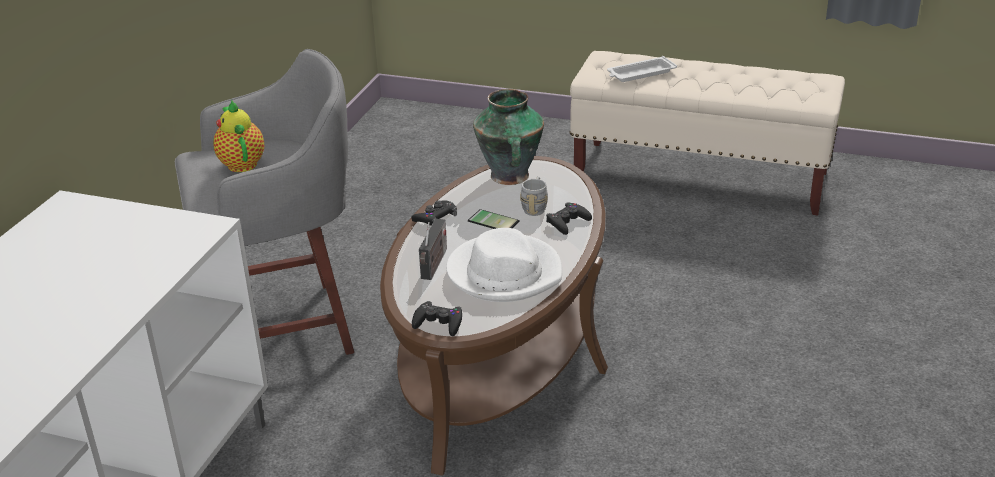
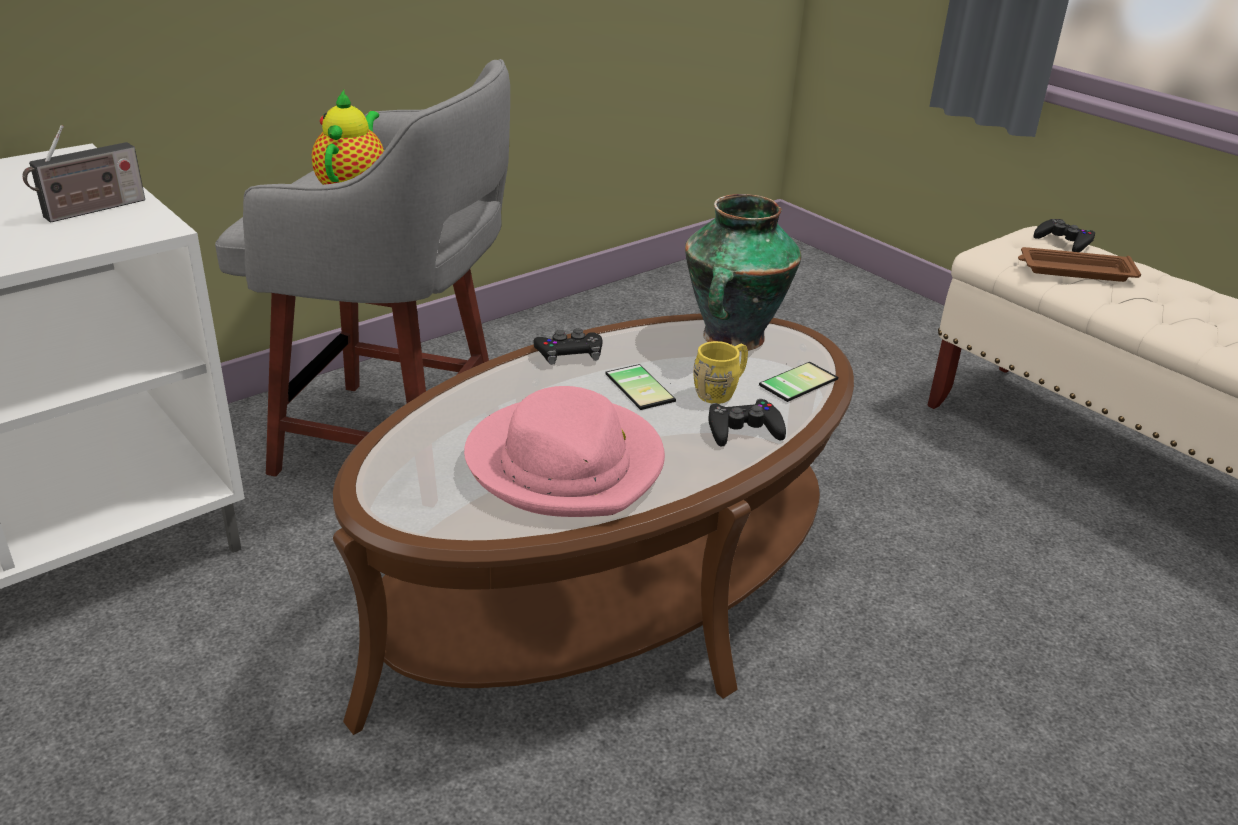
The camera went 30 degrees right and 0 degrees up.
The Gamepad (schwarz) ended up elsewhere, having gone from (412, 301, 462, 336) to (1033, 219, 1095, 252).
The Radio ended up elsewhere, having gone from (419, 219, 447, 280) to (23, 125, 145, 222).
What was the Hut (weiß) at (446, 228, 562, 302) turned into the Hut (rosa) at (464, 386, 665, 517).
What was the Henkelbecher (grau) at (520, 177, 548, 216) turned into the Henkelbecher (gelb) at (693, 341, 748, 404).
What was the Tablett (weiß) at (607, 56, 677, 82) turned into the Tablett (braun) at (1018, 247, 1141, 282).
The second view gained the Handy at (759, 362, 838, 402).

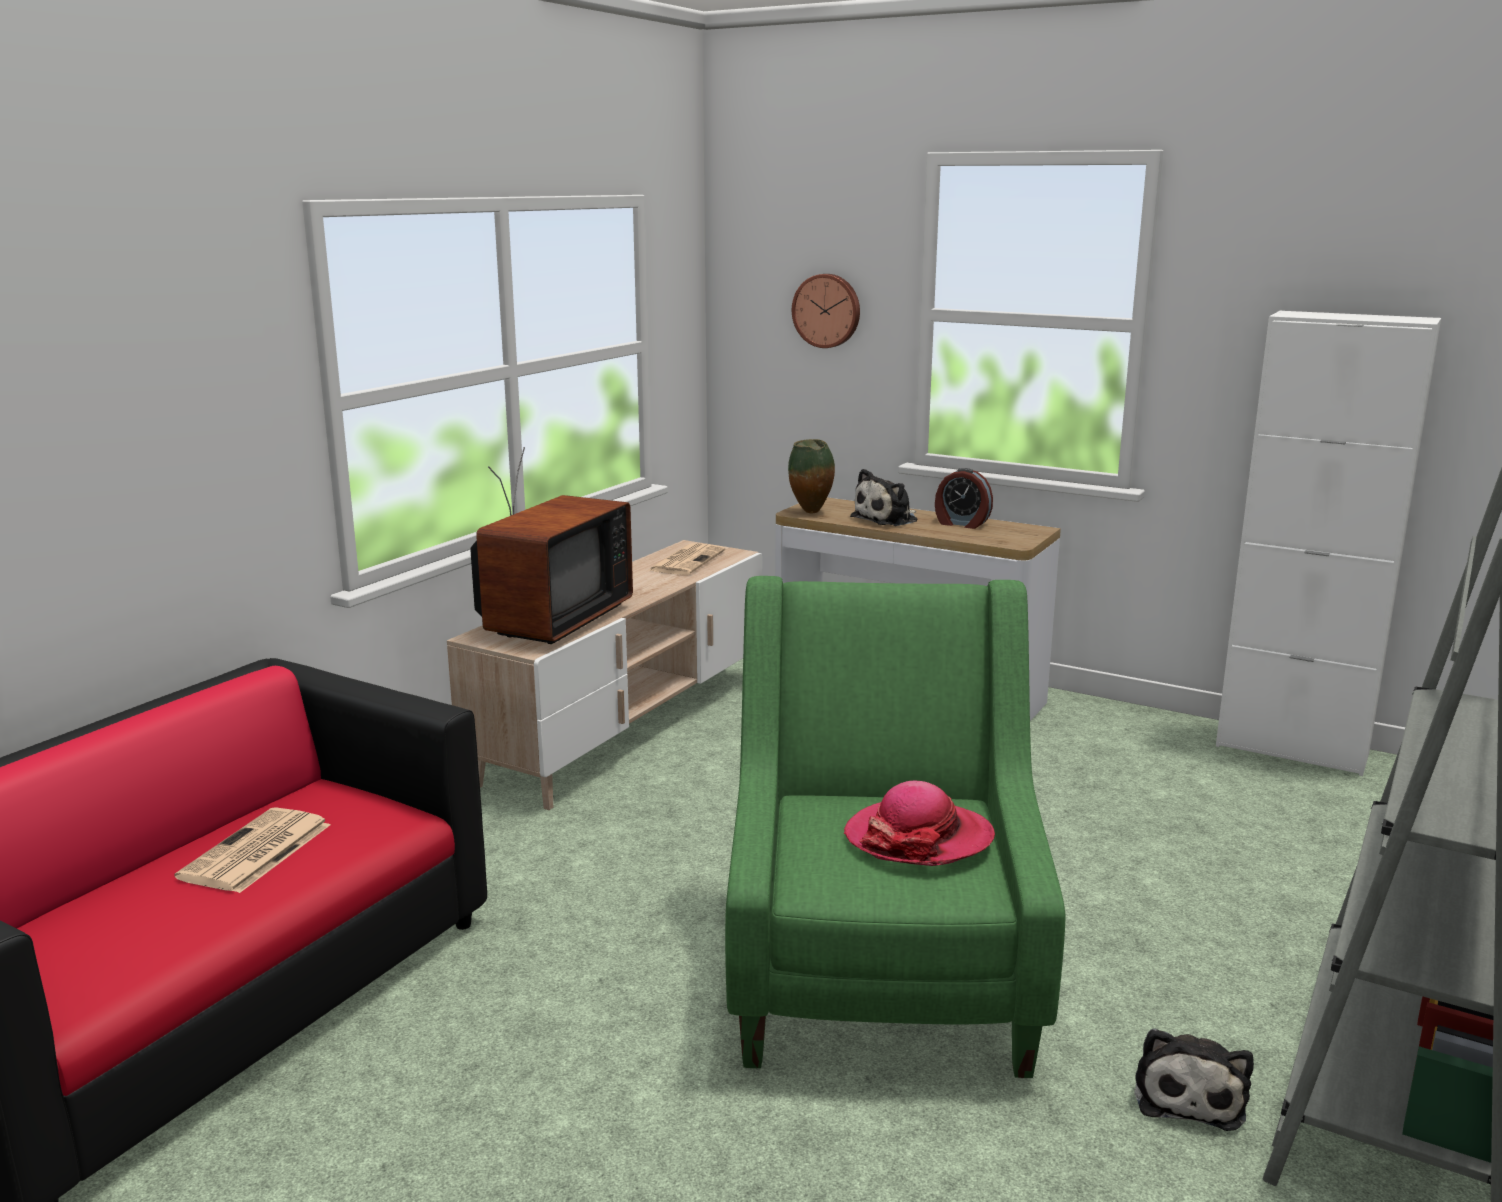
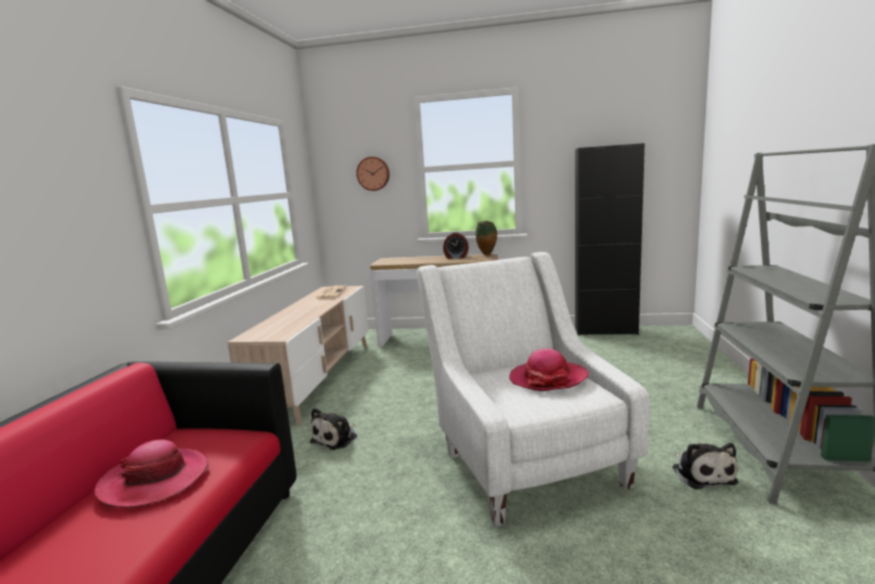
The camera went 20 degrees left and 5 degrees down.
Where the Zeitung stood at (174, 807, 330, 893), the Hut came to stand at (94, 439, 209, 508).
The second view lost the Fernseher at (470, 447, 633, 644).
What was the Sessel (grün) at (725, 576, 1065, 1078) turned into the Sessel (weiß) at (416, 252, 649, 527).
The Vase ended up elsewhere, having gone from (788, 439, 835, 514) to (476, 221, 497, 255).
The Plüschtier ended up elsewhere, having gone from (850, 469, 917, 526) to (310, 408, 357, 450).
What was the Schrank (weiß) at (1216, 311, 1441, 776) turned into the Schrank (schwarz) at (575, 143, 645, 335).

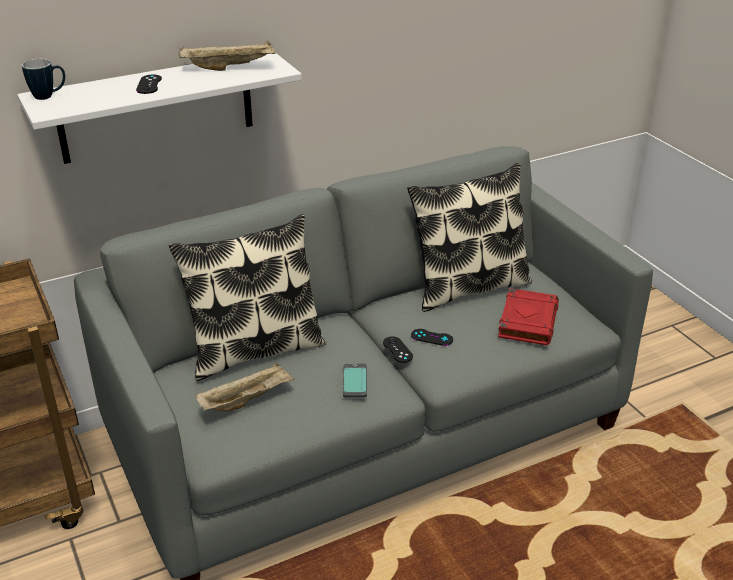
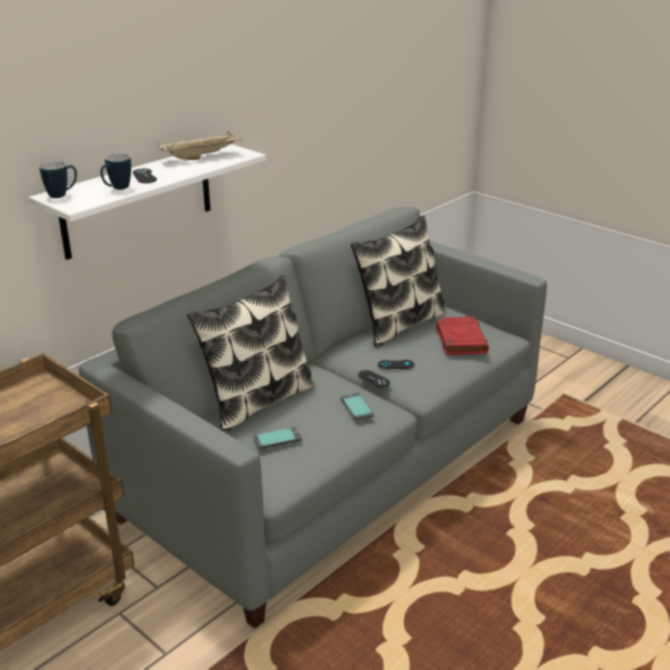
The camera went 20 degrees left and 5 degrees down.
Where the Tablett (beige) stood at (195, 363, 294, 411), the Handy came to stand at (253, 427, 302, 449).
The second view gained the Henkelbecher at (101, 153, 131, 190).

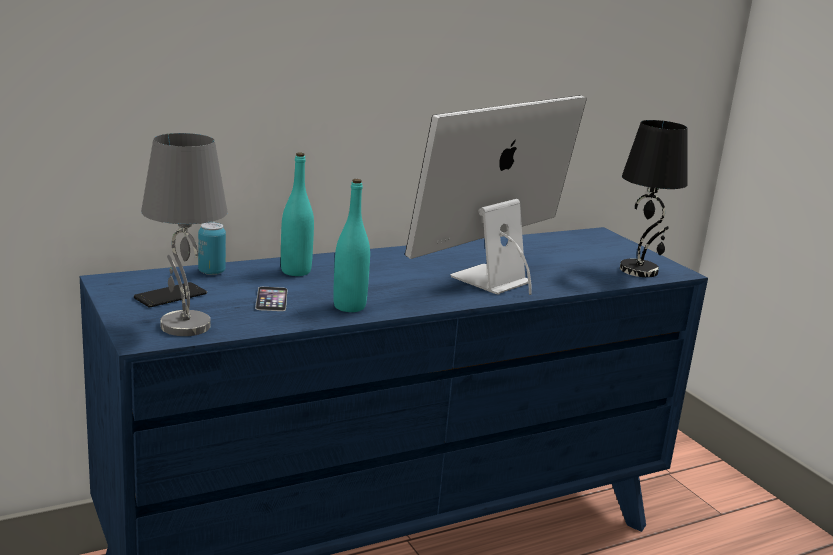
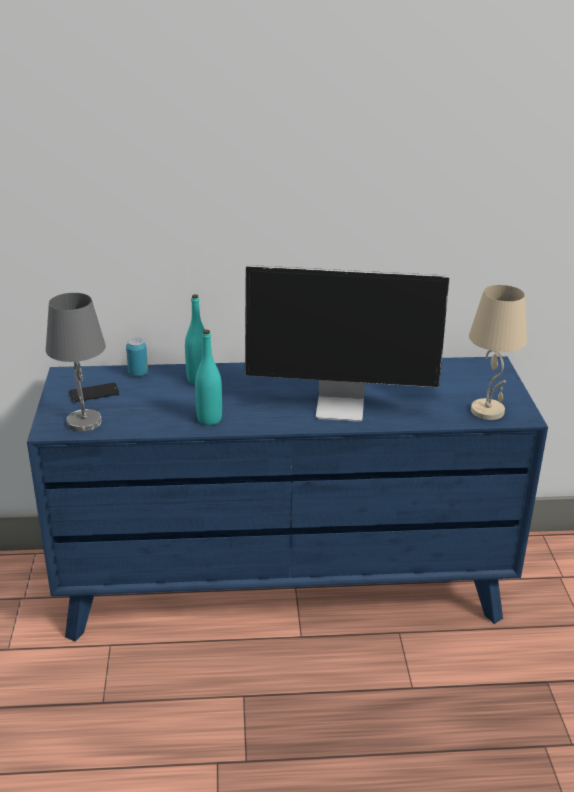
The camera went 25 degrees right and 10 degrees up.
The second view lost the Handy at (255, 287, 287, 311).
The Monitor at (405, 95, 587, 295) ended up facing another way, 150 degrees counterclockwise from before.
What was the Tischlampe (schwarz) at (620, 120, 688, 277) turned into the Tischlampe (beige) at (469, 285, 527, 420).

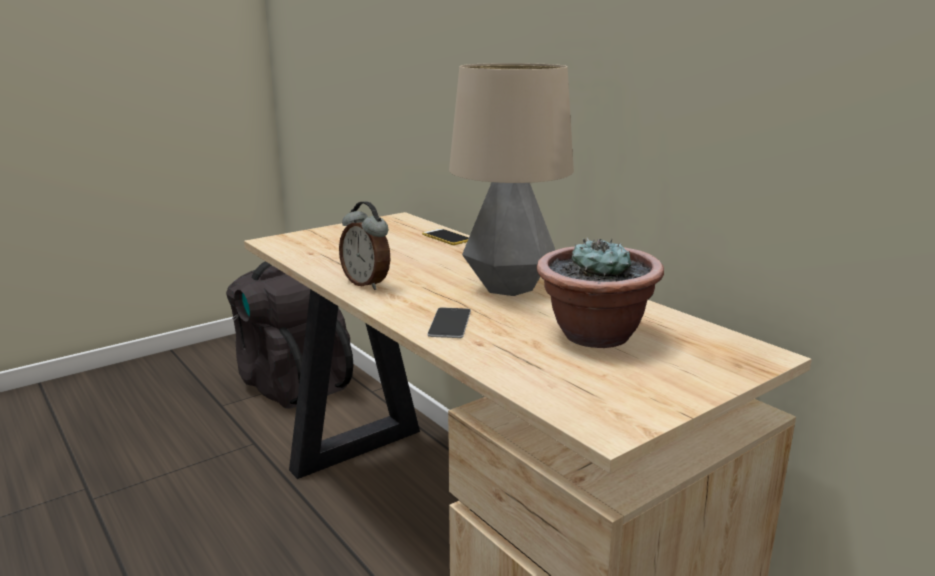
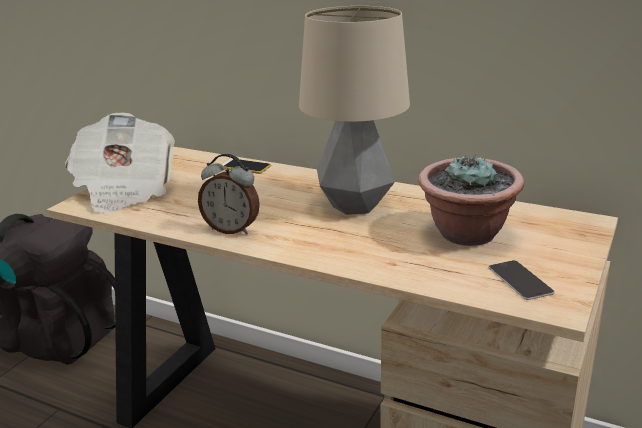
The camera went 25 degrees left and 5 degrees up.
The Handy ended up elsewhere, having gone from (427, 307, 471, 338) to (488, 260, 555, 300).
The second view gained the Zeitung at (65, 113, 175, 214).

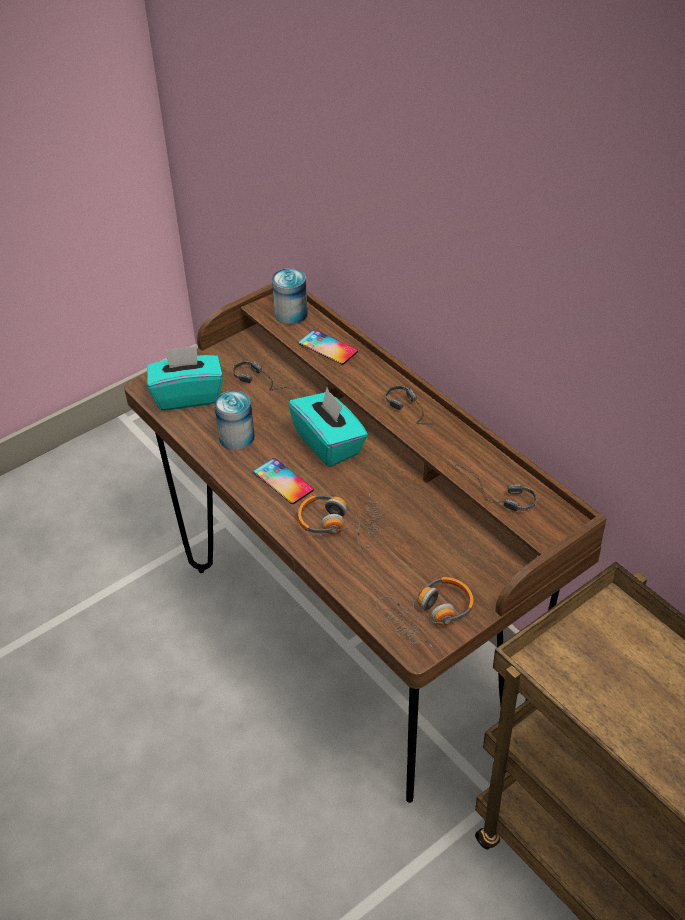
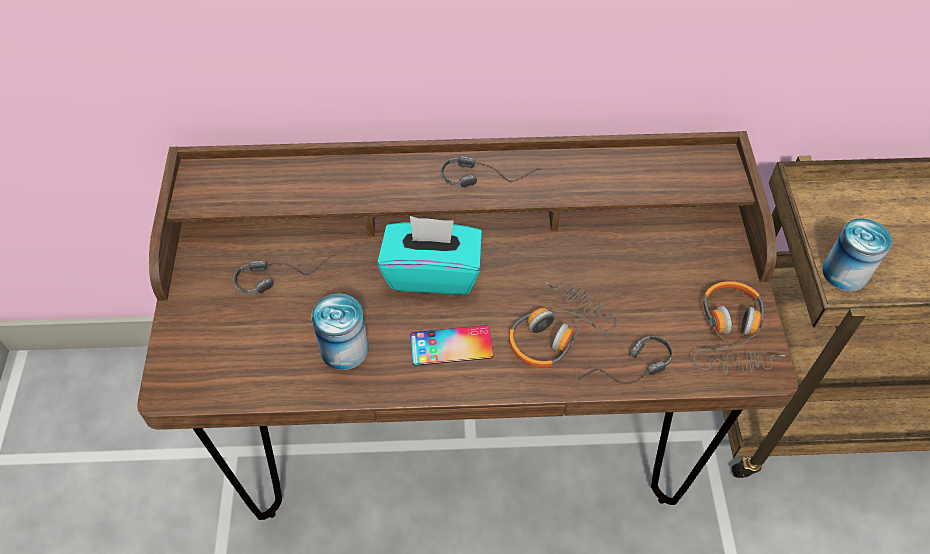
The camera went 55 degrees left and 10 degrees up.
The second view lost the Taschentuchbox (türkis) at (147, 346, 223, 411).
The Dose ended up elsewhere, having gone from (272, 268, 308, 324) to (822, 218, 892, 292).
The second view lost the Handy at (299, 330, 358, 365).
The Kopfhörer ended up elsewhere, having gone from (453, 464, 537, 511) to (579, 336, 673, 384).

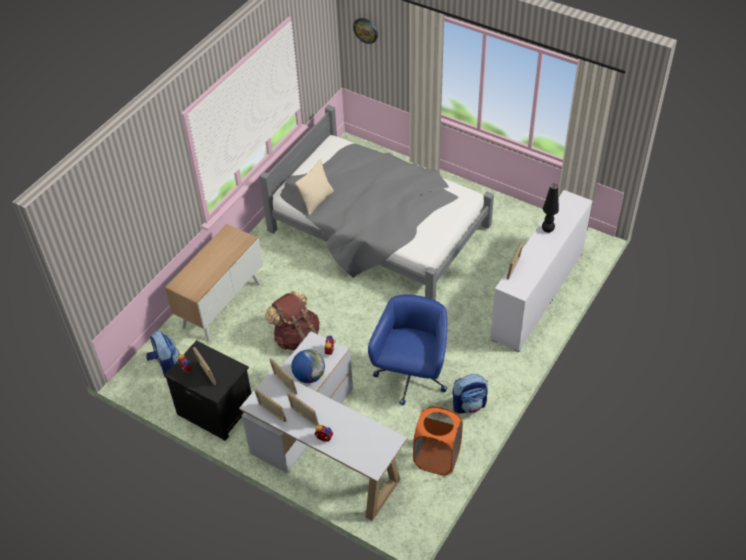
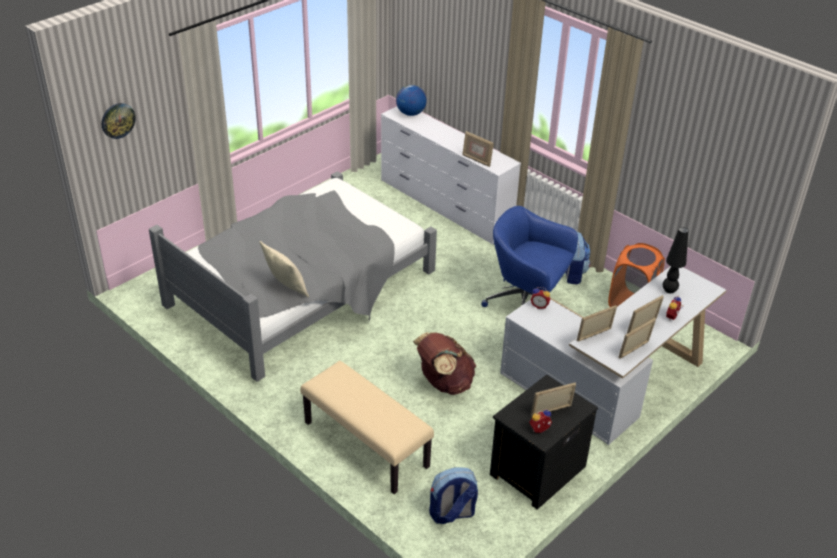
The camera went 80 degrees left and 10 degrees down.
Where the Schrank stood at (165, 224, 263, 341), the Bank (beige) came to stand at (300, 361, 434, 494).
The Globus ended up elsewhere, having gone from (291, 349, 325, 383) to (396, 85, 427, 116).
The Tischlampe (schwarz) ended up elsewhere, having gone from (542, 184, 559, 233) to (663, 227, 689, 293).

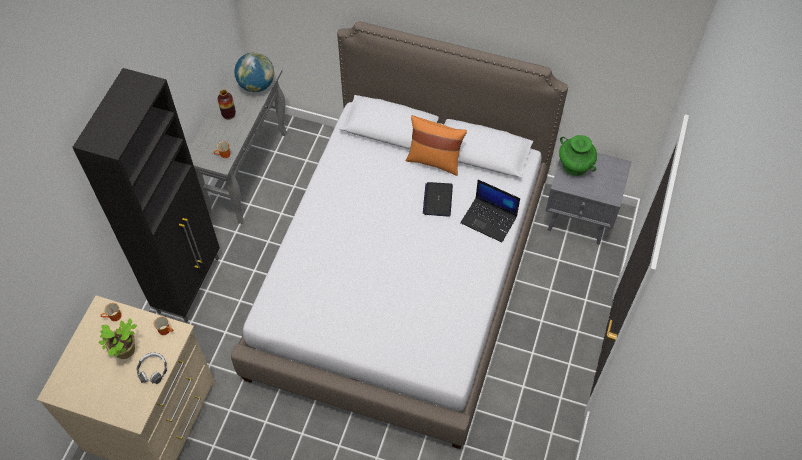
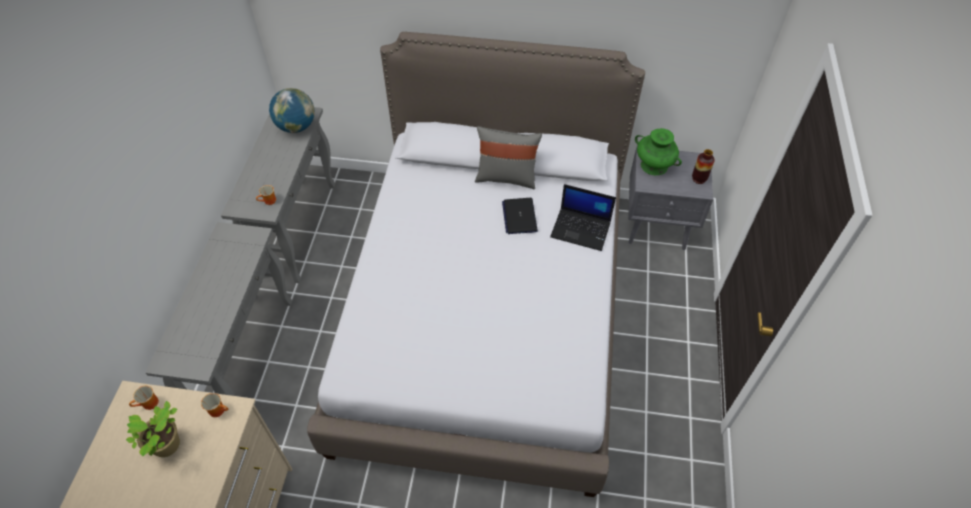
The camera went 10 degrees left and 5 degrees down.
Where the Schrank (schwarz) stood at (72, 68, 220, 322), the Konsolentisch (grau) came to stand at (145, 222, 292, 396).
The second view lost the Kopfhörer at (136, 353, 167, 384).
The Vase ended up elsewhere, having gone from (218, 90, 236, 120) to (692, 149, 715, 184).
What was the Kissen (orange) at (406, 115, 467, 176) turned into the Kissen (grau) at (475, 126, 542, 190).

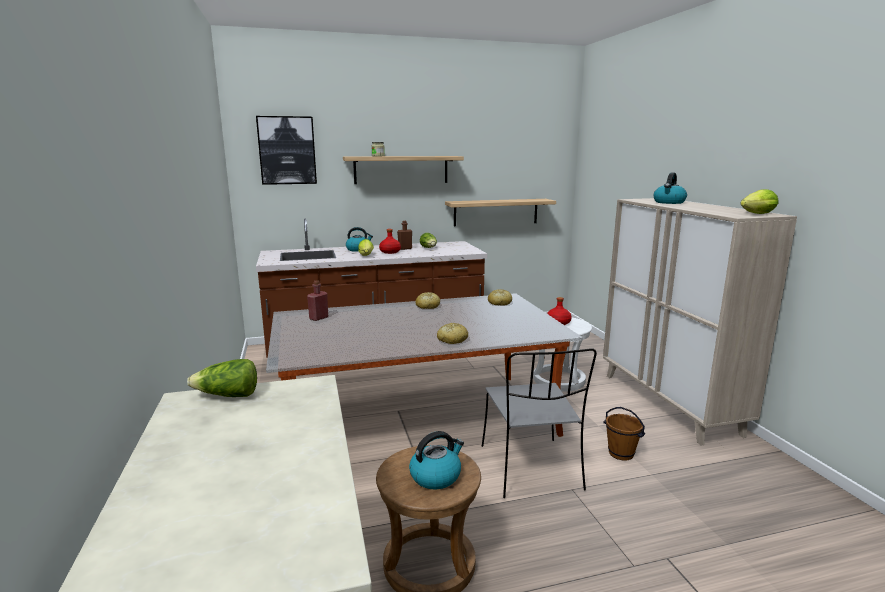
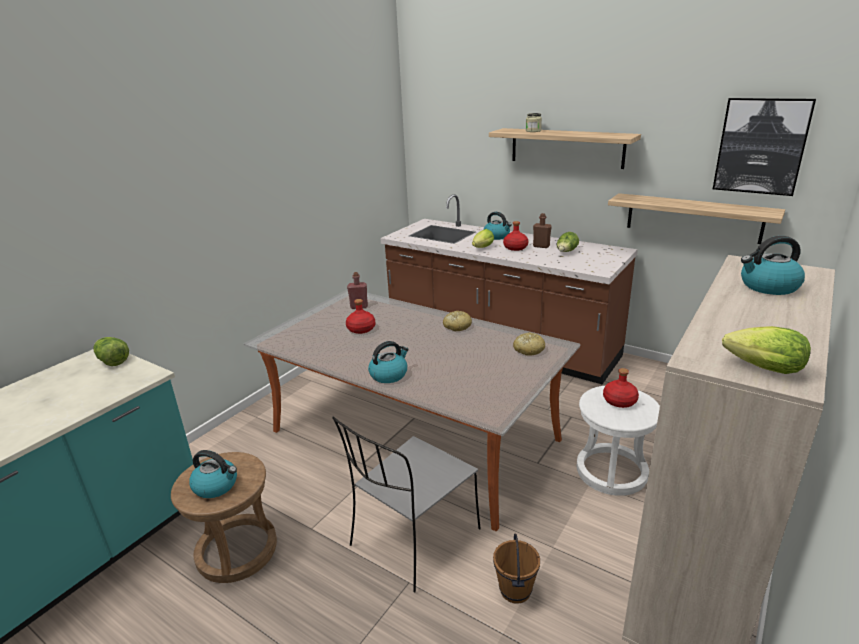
The camera went 50 degrees right and 10 degrees up.
The Bild ended up elsewhere, having gone from (256, 116, 317, 185) to (713, 98, 816, 196).
Where the Brot stood at (437, 323, 468, 344), the Wasserkessel came to stand at (368, 341, 409, 383).
The second view gained the Flasche (rot) at (346, 299, 375, 334).

